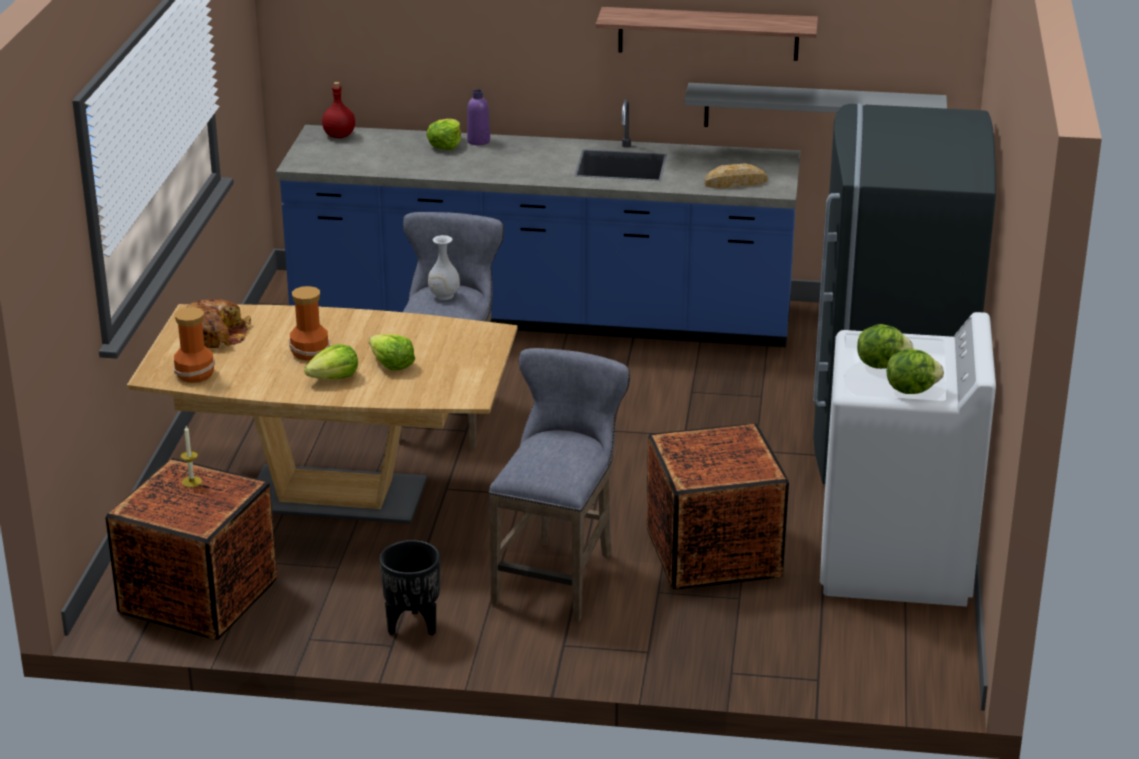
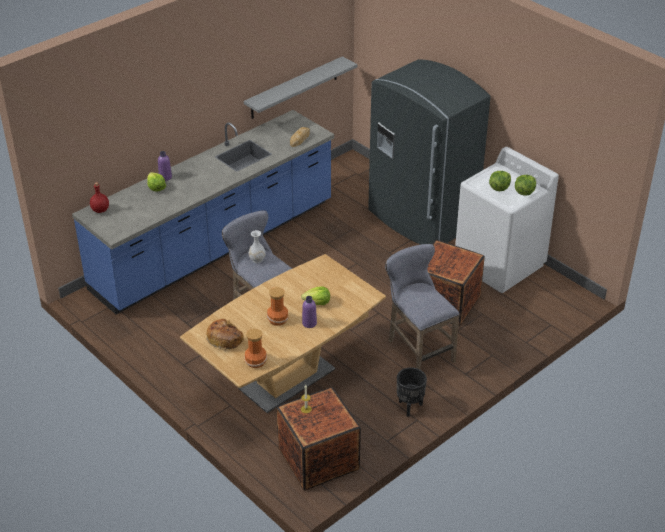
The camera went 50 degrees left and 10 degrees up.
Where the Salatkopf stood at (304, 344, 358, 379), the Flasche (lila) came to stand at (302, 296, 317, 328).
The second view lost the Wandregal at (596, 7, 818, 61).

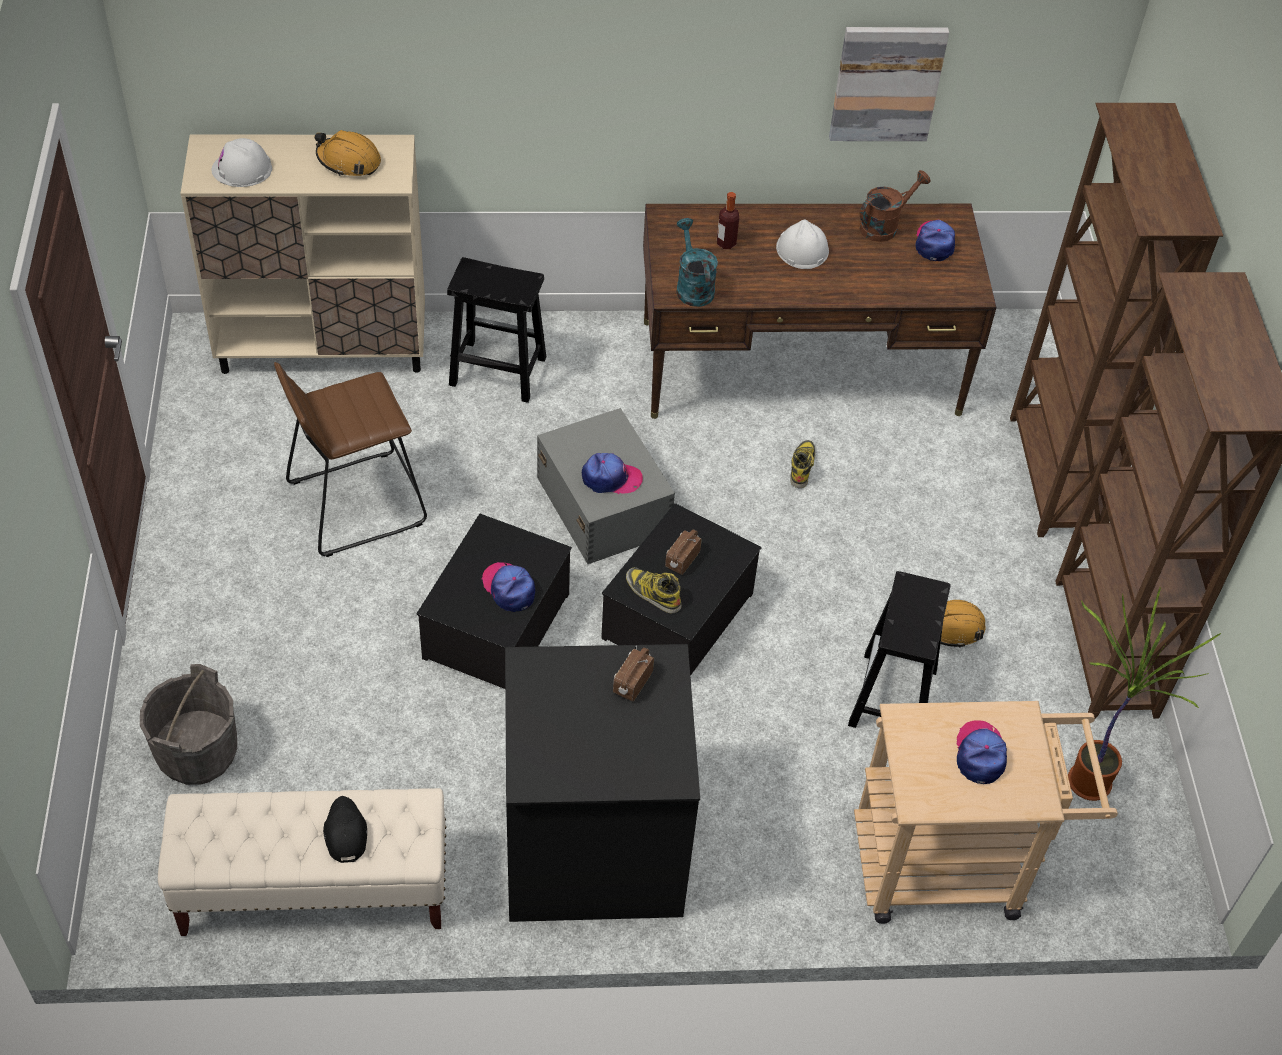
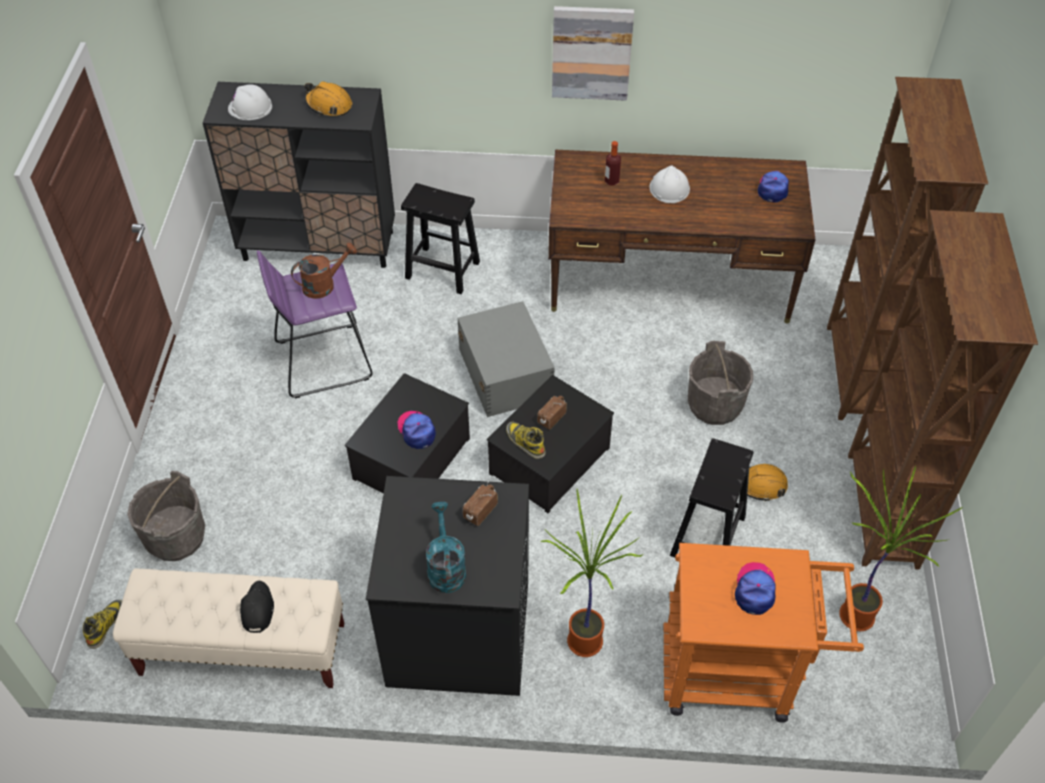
The camera went 10 degrees right and 0 degrees up.
What was the Schrank (beige) at (180, 134, 425, 374) turned into the Schrank (schwarz) at (203, 82, 395, 268).
What was the Hocker (braun) at (274, 362, 427, 557) turned into the Hocker (lila) at (257, 250, 373, 399).
The second view lost the Kappe at (582, 453, 643, 494).
The Gießkanne (türkis) ended up elsewhere, having gone from (676, 218, 718, 307) to (426, 502, 466, 593).
The Stiefel ended up elsewhere, having gone from (790, 440, 815, 488) to (83, 600, 122, 649).
The Bild ended up elsewhere, having gone from (829, 27, 949, 141) to (552, 6, 634, 101).
What was the Rollwagen (beige) at (854, 701, 1118, 924) turned into the Rollwagen (orange) at (664, 543, 864, 723).
The Gießkanne (braun) ended up elsewhere, having gone from (860, 170, 930, 242) to (291, 243, 357, 299).
The second view gained the Topfpflanze at (540, 489, 642, 657).
The second view gained the Eimer (grau) at (688, 341, 753, 425).

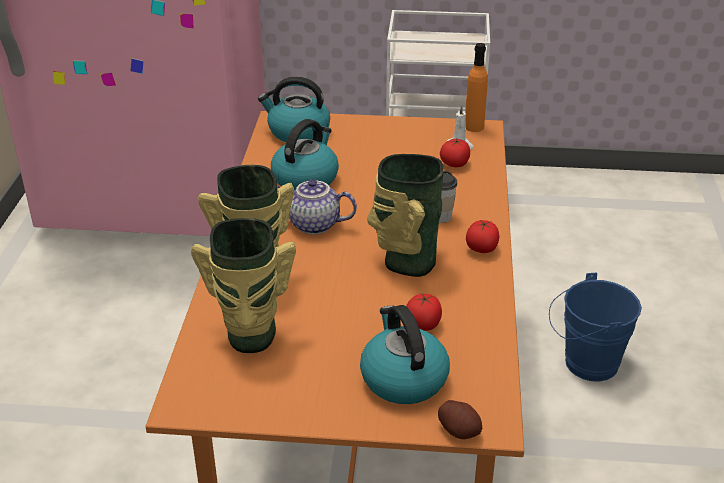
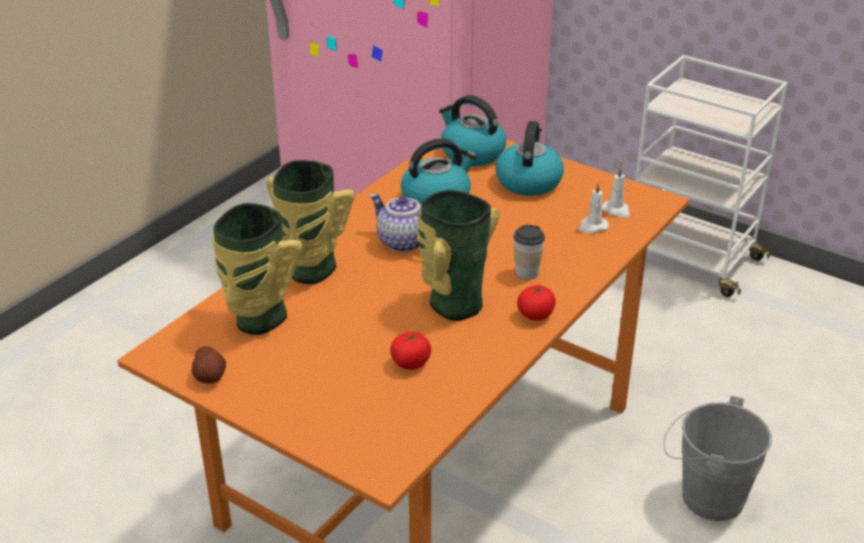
The camera went 30 degrees right and 0 degrees up.
The Wasserkessel ended up elsewhere, having gone from (360, 305, 450, 404) to (496, 121, 564, 196).
The Kartoffel ended up elsewhere, having gone from (438, 400, 482, 439) to (192, 346, 226, 384).
Where the Tomate stood at (440, 138, 470, 167), the Kerze (weiß) came to stand at (578, 183, 609, 233).
The second view lost the Flasche (orange) at (465, 43, 488, 132).
What was the Eimer (blau) at (549, 273, 642, 382) turned into the Eimer (grau) at (664, 395, 772, 521).

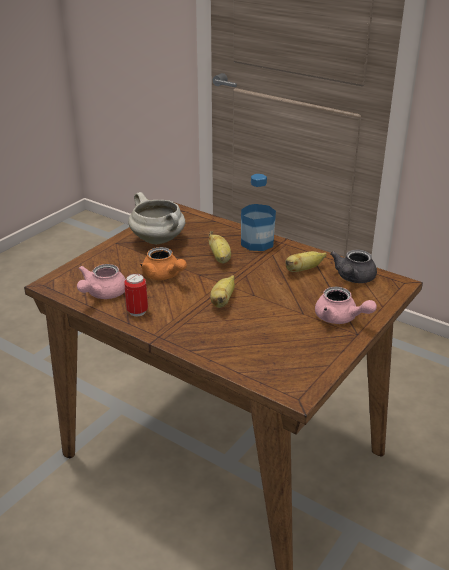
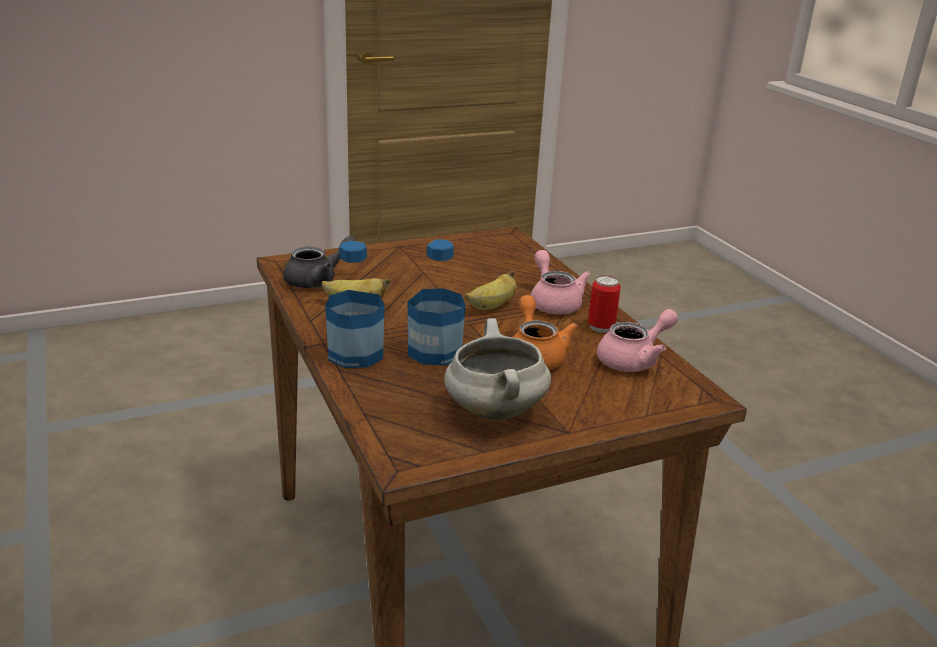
The camera went 150 degrees left and 5 degrees down.
Where the Banane stood at (209, 231, 231, 263), the Flasche came to stand at (408, 239, 466, 365).
The Teekanne (rosa) ended up elsewhere, having gone from (315, 287, 377, 324) to (531, 250, 591, 314).

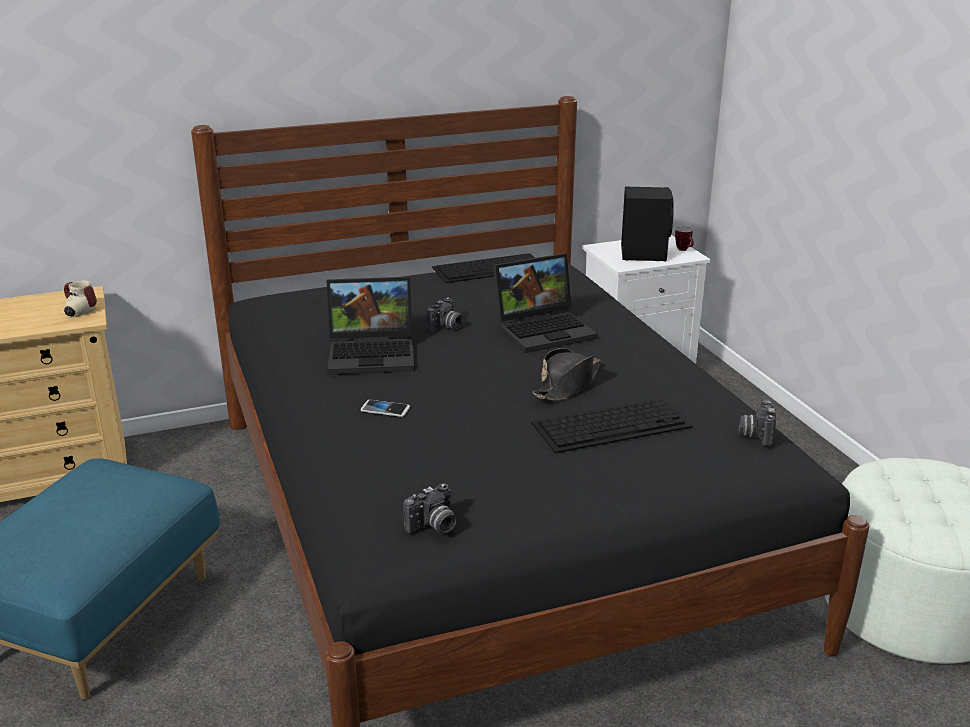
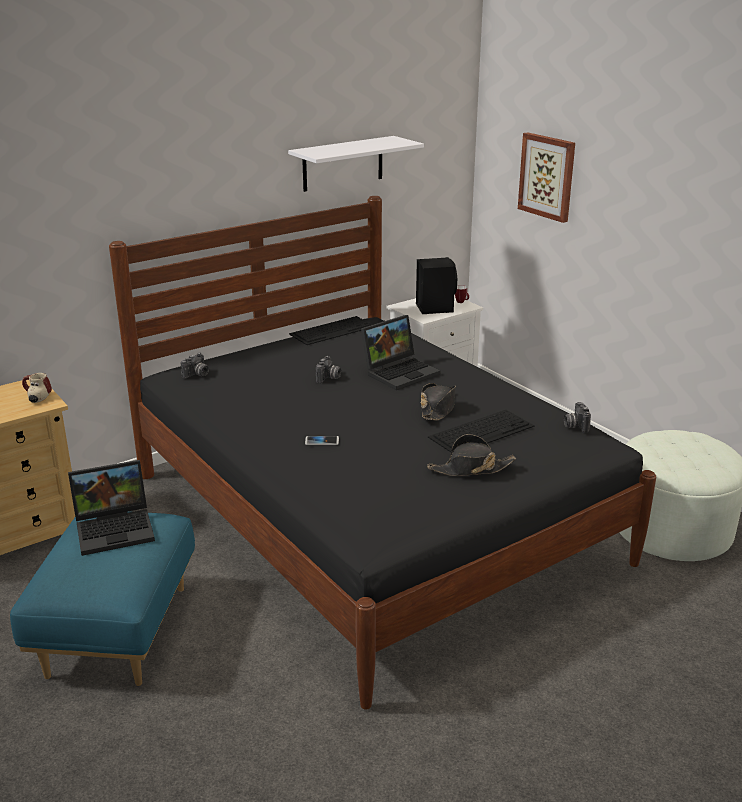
The camera went 15 degrees left and 0 degrees up.
The Laptop ended up elsewhere, having gone from (326, 277, 415, 375) to (68, 460, 155, 556).
The Kamera ended up elsewhere, having gone from (403, 483, 456, 533) to (181, 353, 209, 379).
The second view gained the Wandregal (weiß) at (288, 136, 424, 192).
The second view gained the Hut (schwarz) at (427, 434, 516, 476).
The second view gained the Bild at (518, 132, 575, 223).

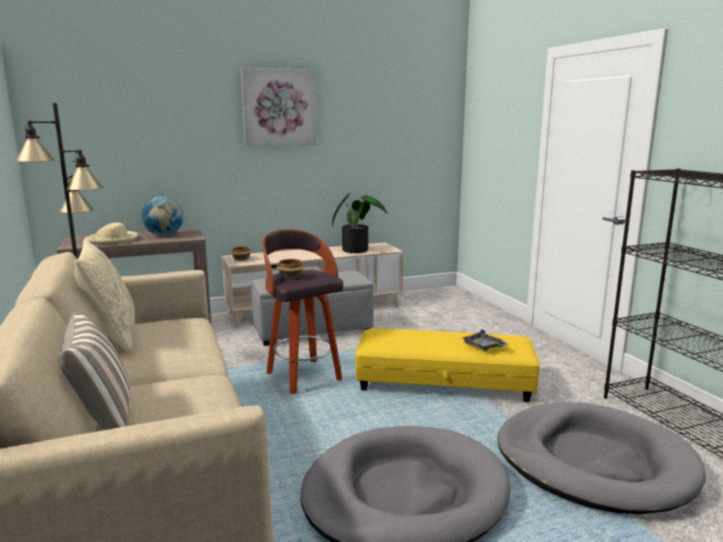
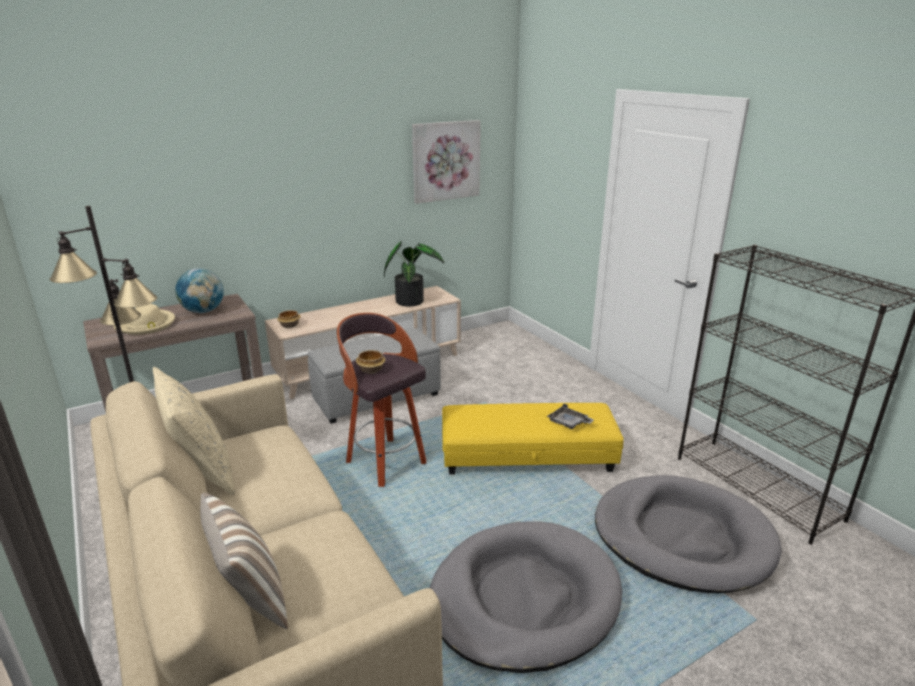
The camera went 10 degrees left and 10 degrees up.
The Bild ended up elsewhere, having gone from (241, 67, 317, 146) to (412, 120, 481, 204).

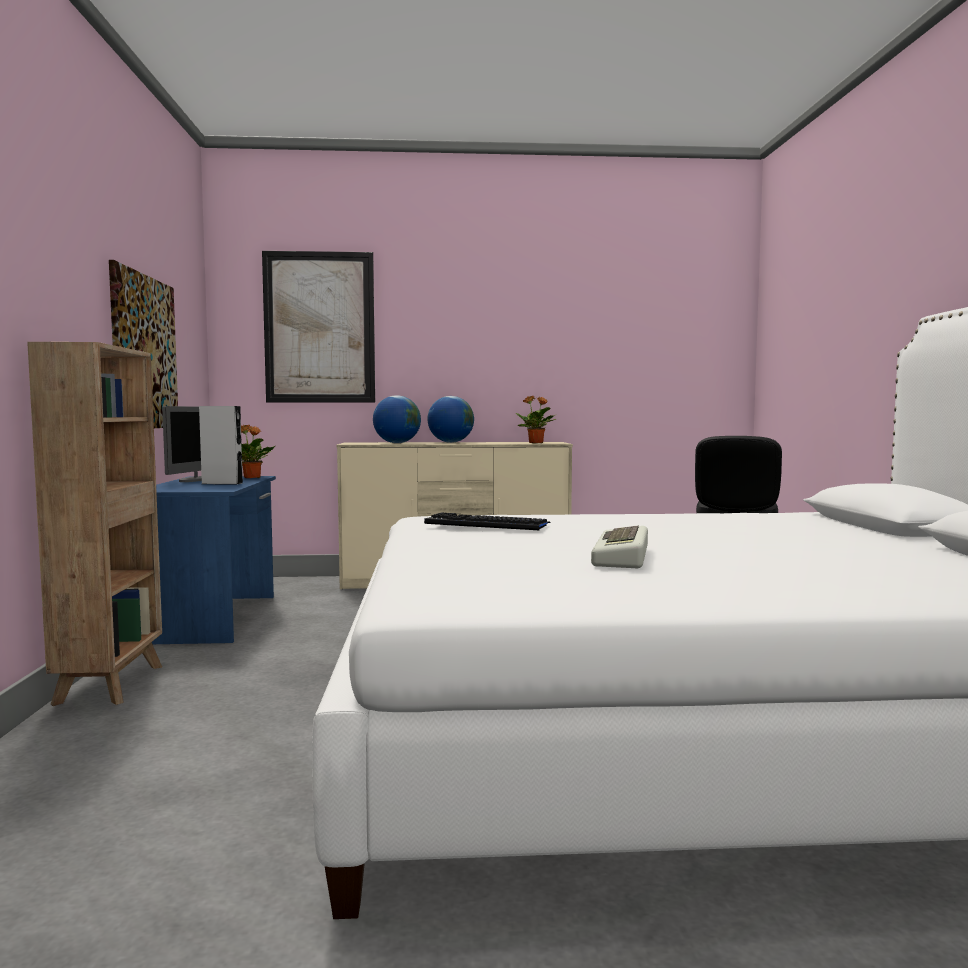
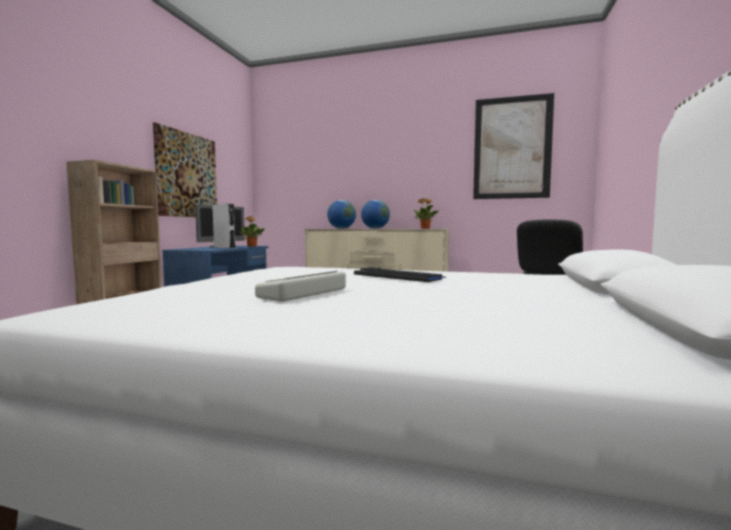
The camera went 20 degrees right and 0 degrees up.
The Bild ended up elsewhere, having gone from (262, 251, 375, 403) to (473, 93, 554, 199).
The Tastatur ended up elsewhere, having gone from (424, 512, 551, 530) to (354, 267, 446, 282).

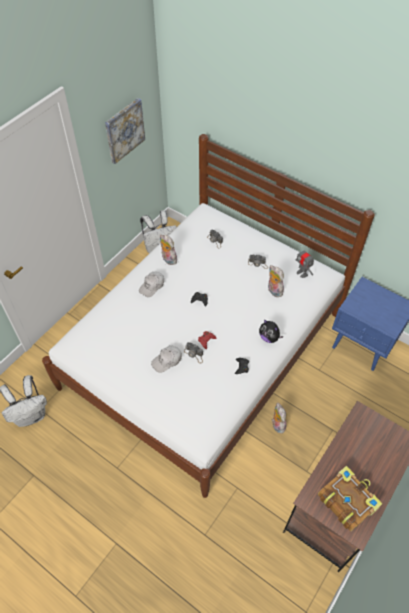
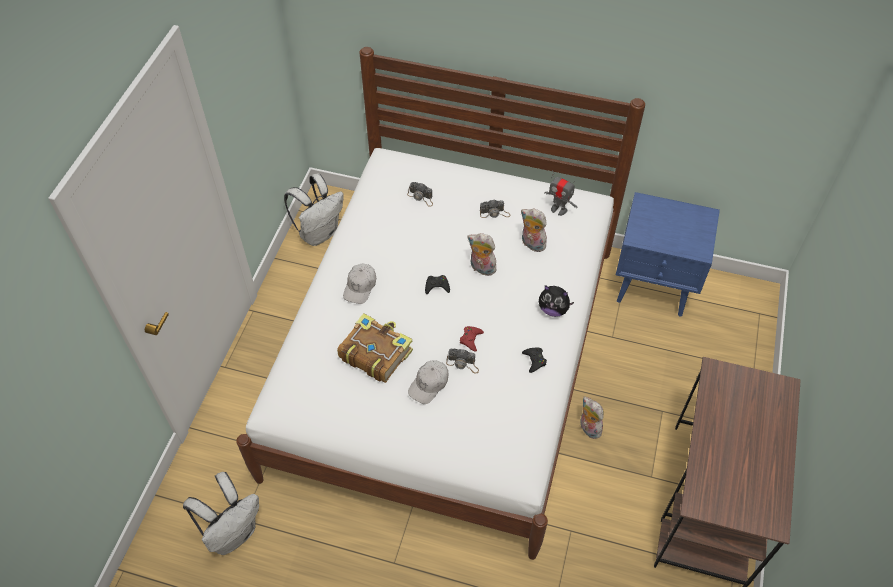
The camera went 20 degrees left and 0 degrees up.
The second view lost the Bild at (105, 98, 145, 164).
The Plüschtier ended up elsewhere, having gone from (160, 235, 177, 265) to (467, 233, 499, 276).
The Buch ended up elsewhere, having gone from (318, 466, 383, 532) to (337, 313, 413, 383).

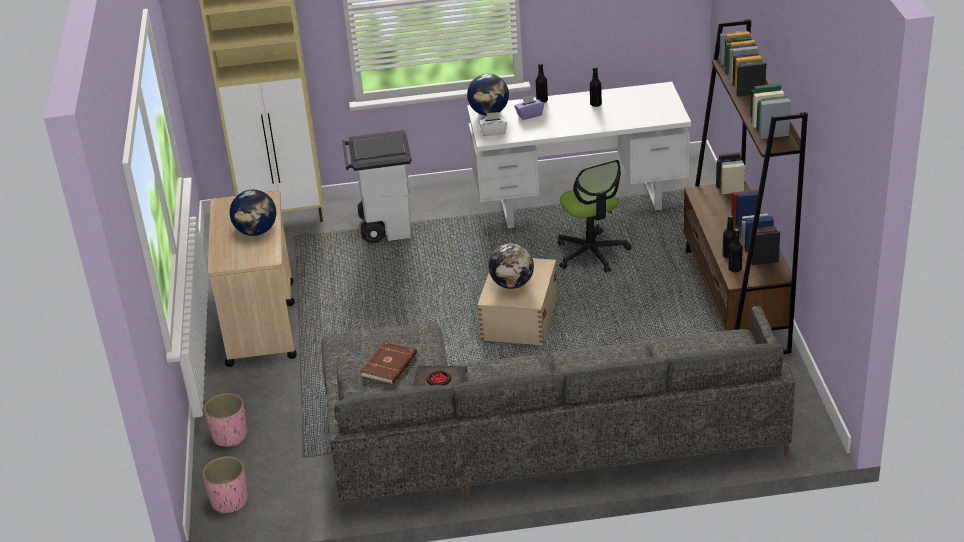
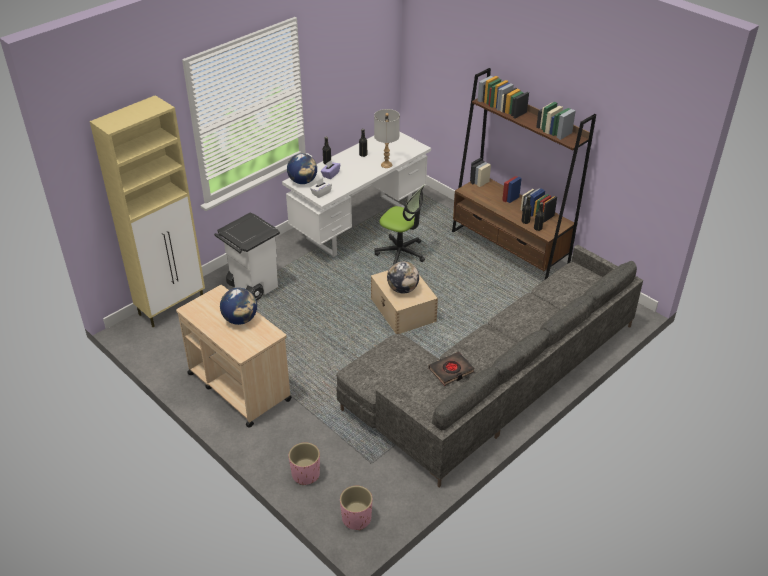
The camera went 40 degrees left and 5 degrees up.
The second view lost the Buch (braun) at (360, 341, 417, 385).
The second view gained the Tischlampe (grau) at (374, 109, 400, 168).

